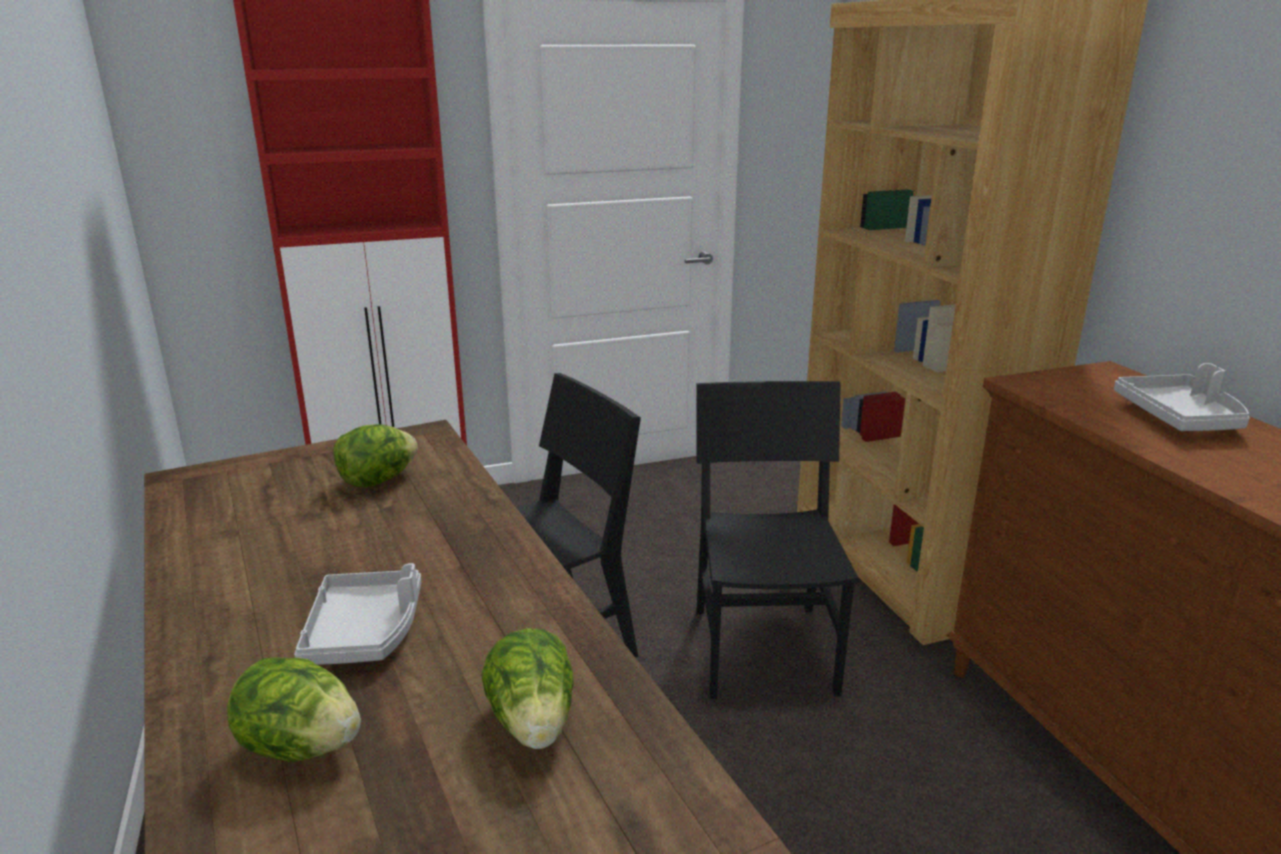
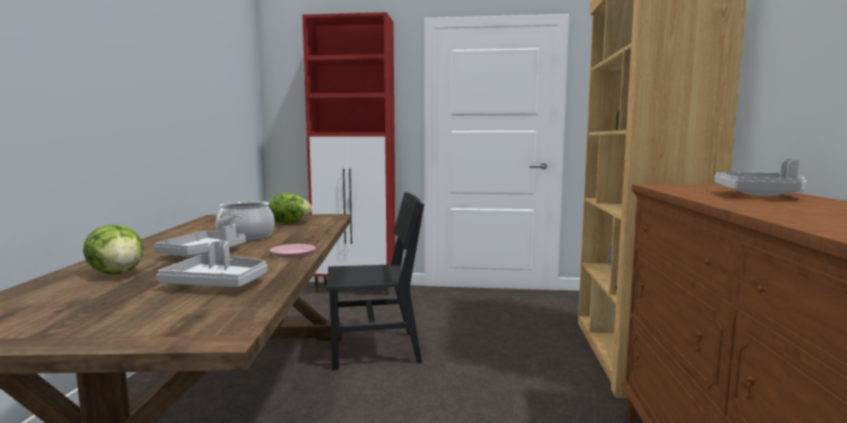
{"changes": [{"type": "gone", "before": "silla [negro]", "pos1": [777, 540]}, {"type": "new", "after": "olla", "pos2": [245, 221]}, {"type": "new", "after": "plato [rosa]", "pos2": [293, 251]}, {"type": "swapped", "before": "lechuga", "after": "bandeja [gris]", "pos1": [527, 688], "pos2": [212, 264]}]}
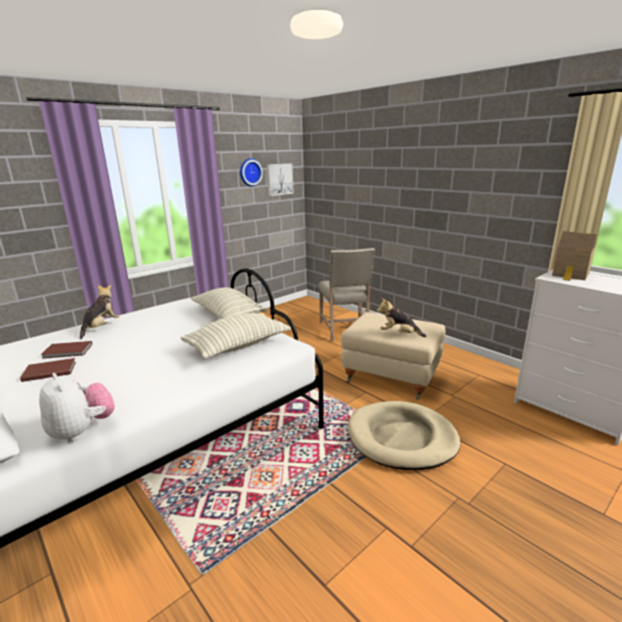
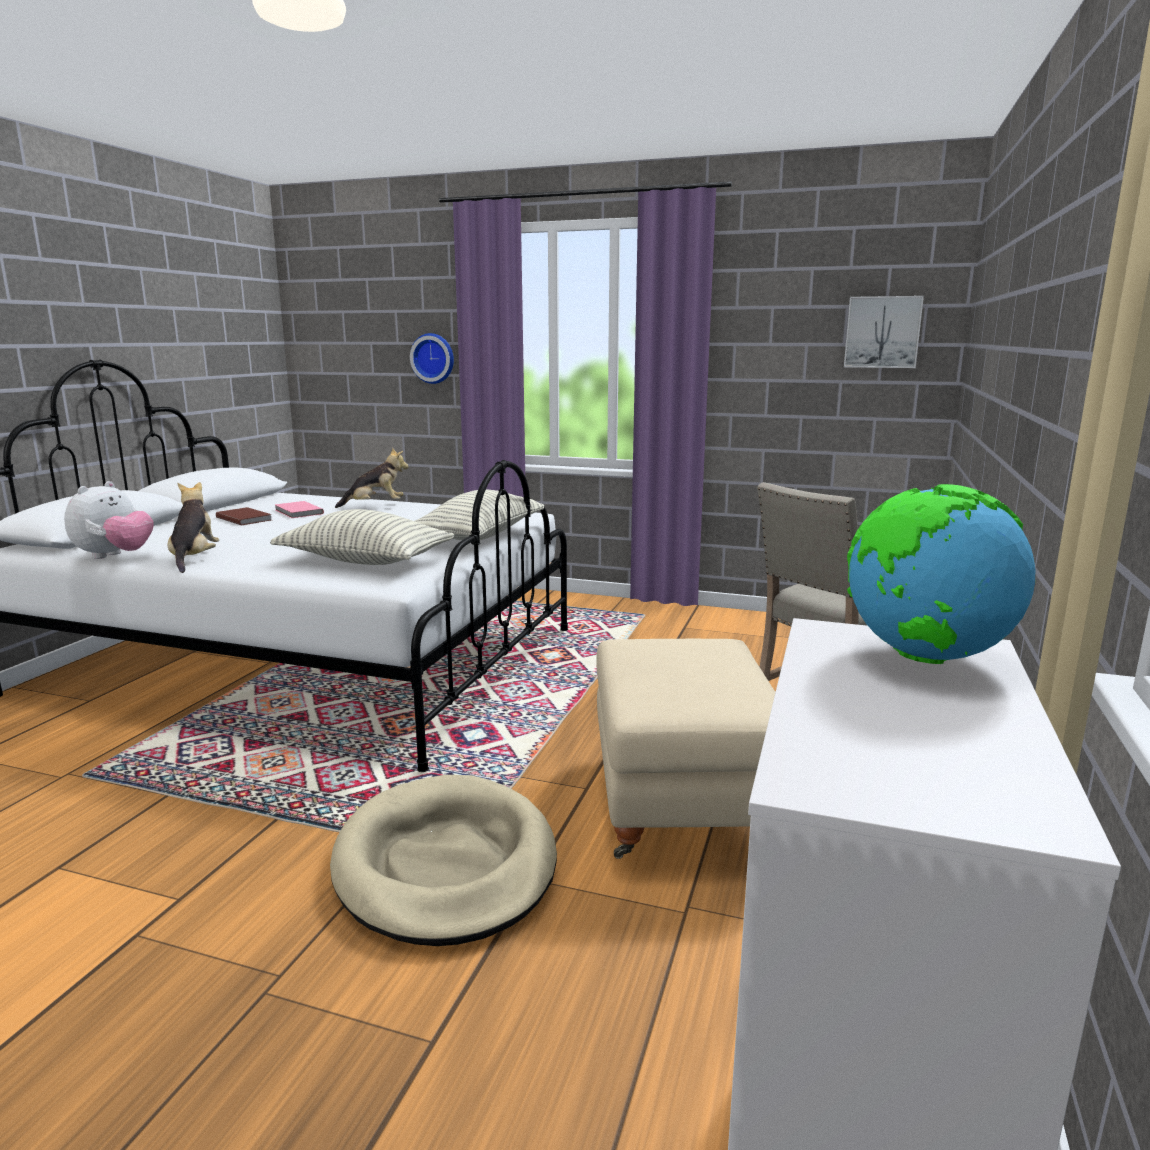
{"changes": [{"type": "shifted", "before": "reloj de pared", "pos1": [251, 172], "pos2": [432, 358]}, {"type": "shifted", "before": "peluche", "pos1": [401, 317], "pos2": [194, 527]}, {"type": "swapped", "before": "casita", "after": "globo terráqueo", "pos1": [574, 256], "pos2": [941, 574]}, {"type": "repainted", "before": "libro [marrón]", "after": "libro [rosa]", "pos1": [66, 350], "pos2": [299, 509]}]}
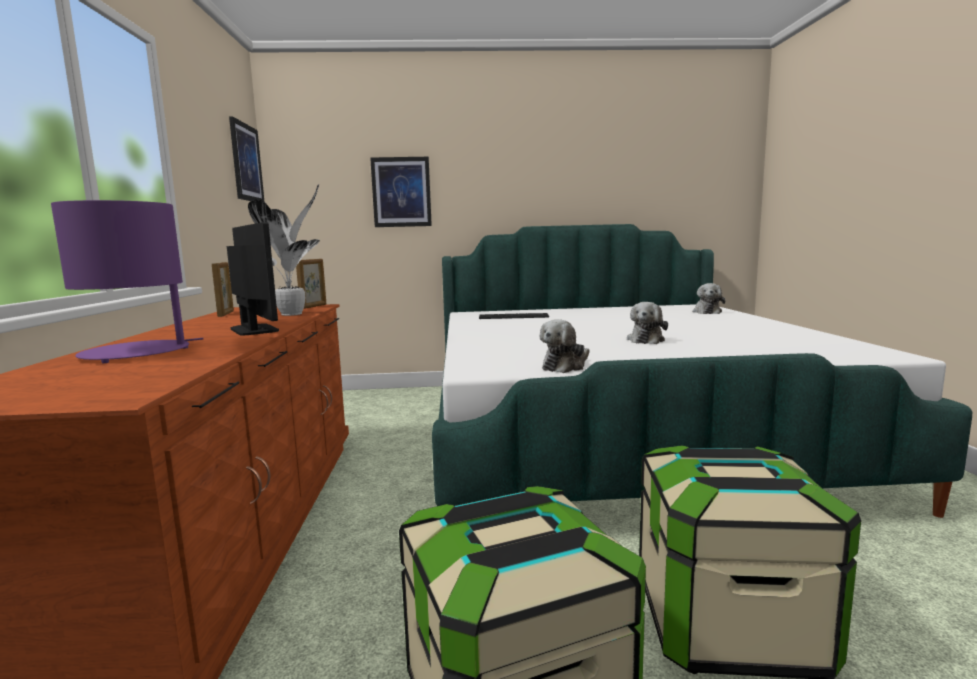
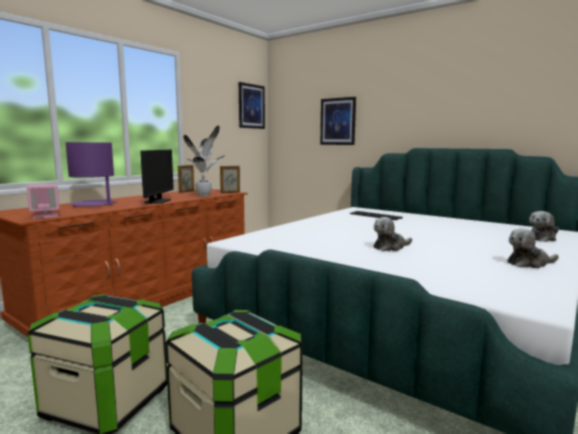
{"changes": [{"type": "new", "after": "altavoz [rosa]", "pos2": [43, 202]}, {"type": "shifted", "before": "peluche", "pos1": [564, 346], "pos2": [533, 248]}]}
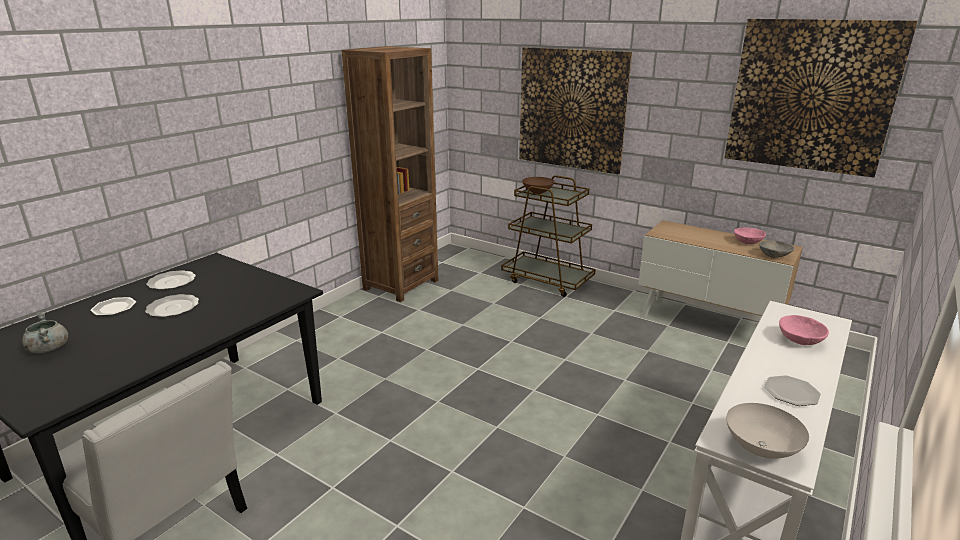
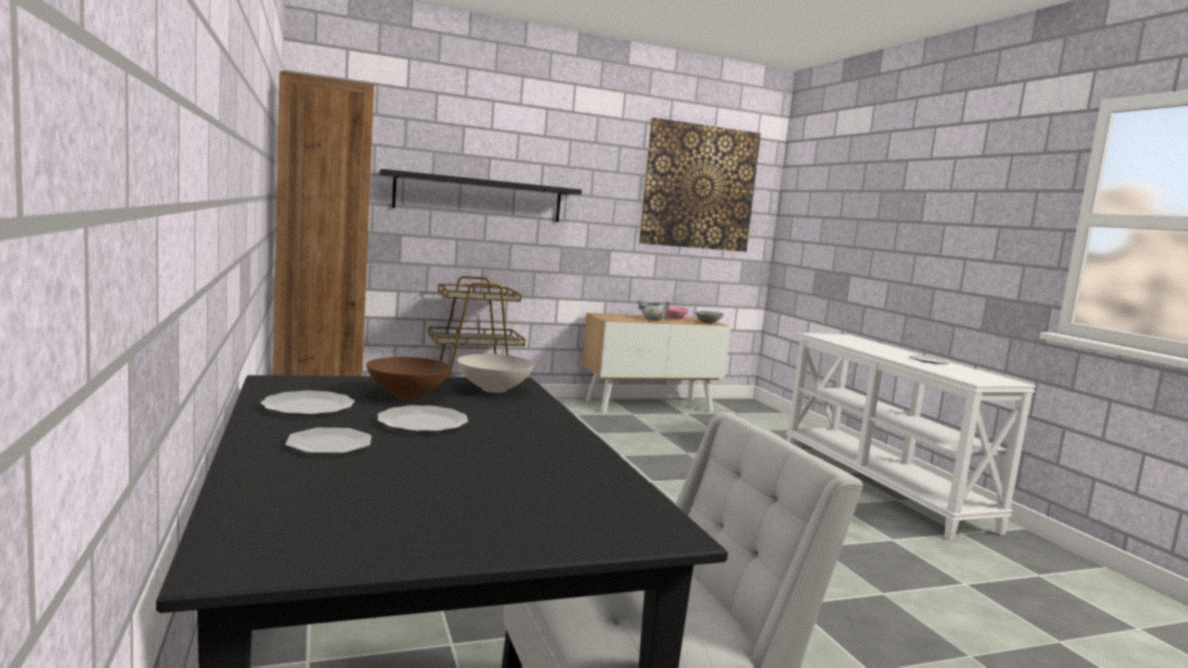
{"changes": [{"type": "gone", "before": "cuenco [rosa]", "pos1": [804, 330]}, {"type": "shifted", "before": "olla [gris]", "pos1": [45, 332], "pos2": [654, 309]}, {"type": "shifted", "before": "cuenco [marrón]", "pos1": [538, 185], "pos2": [408, 378]}, {"type": "shifted", "before": "cuenco [blanco]", "pos1": [767, 430], "pos2": [495, 373]}, {"type": "swapped", "before": "cuadro", "after": "estante [negro]", "pos1": [575, 111], "pos2": [480, 195]}]}
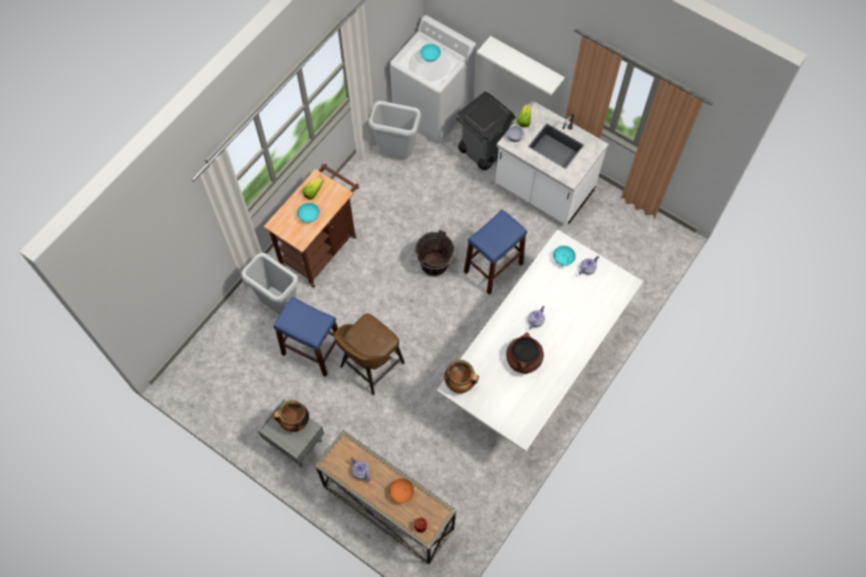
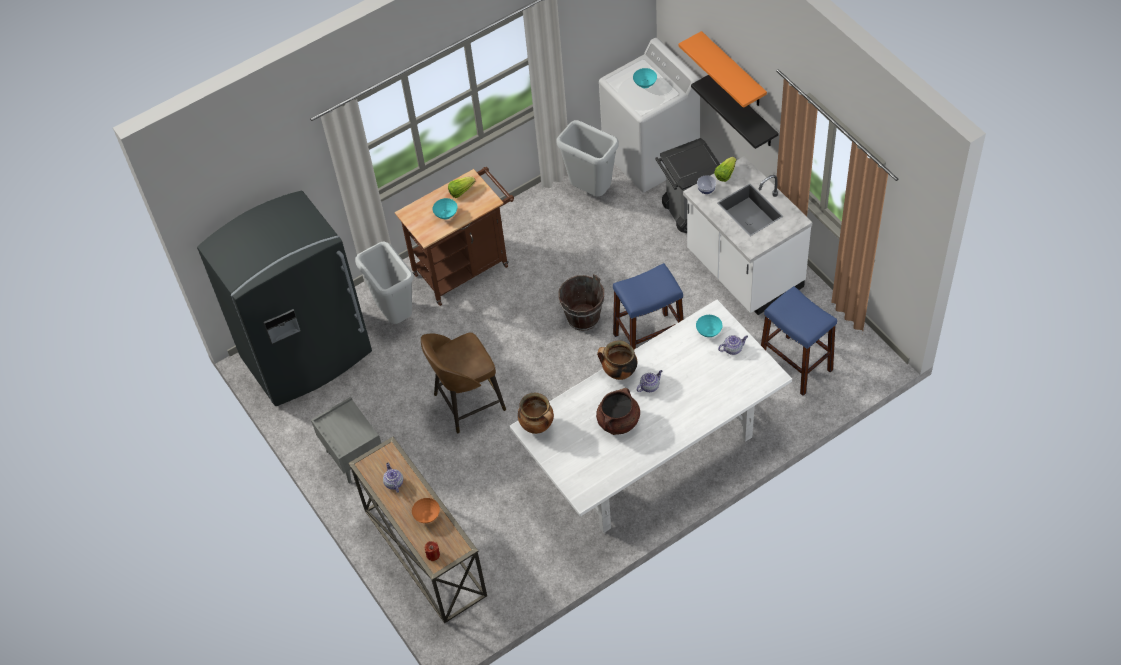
{"changes": [{"type": "new", "after": "nevera [gris]", "pos2": [284, 298]}, {"type": "new", "after": "estante [naranja]", "pos2": [722, 69]}, {"type": "shifted", "before": "taburete [azul]", "pos1": [306, 336], "pos2": [799, 341]}, {"type": "shifted", "before": "olla", "pos1": [291, 416], "pos2": [617, 360]}, {"type": "repainted", "before": "estante [blanco]", "after": "estante [negro]", "pos1": [521, 65], "pos2": [734, 112]}]}
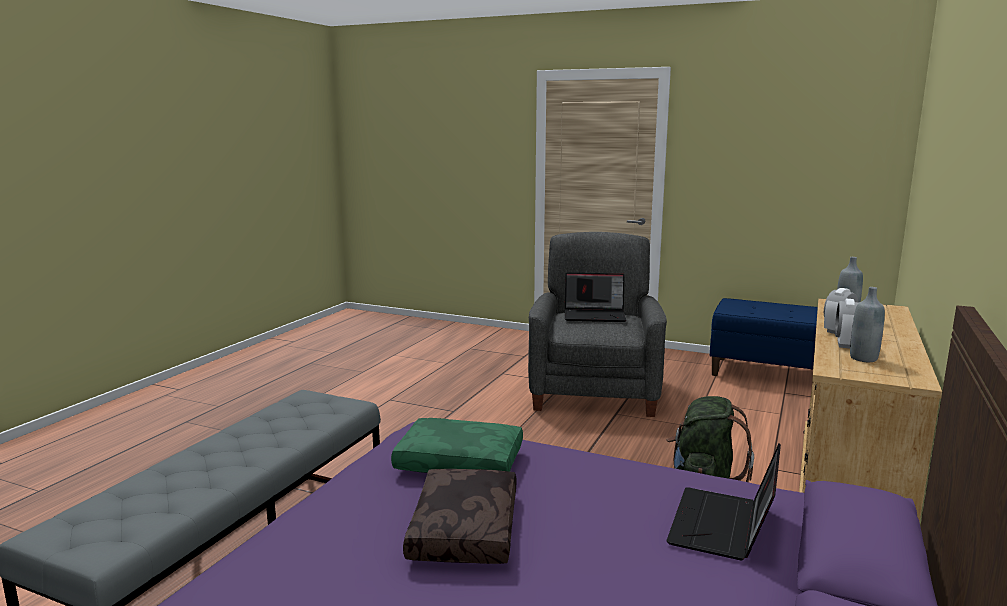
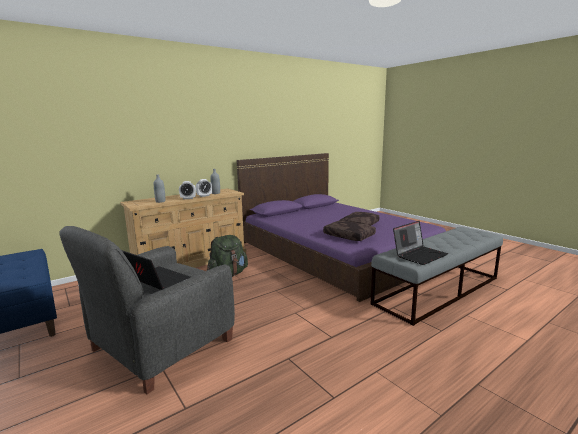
{"changes": [{"type": "shifted", "before": "portátil", "pos1": [723, 502], "pos2": [420, 243]}, {"type": "repainted", "before": "cojín [verde]", "after": "cojín [marrón]", "pos1": [457, 445], "pos2": [349, 230]}]}
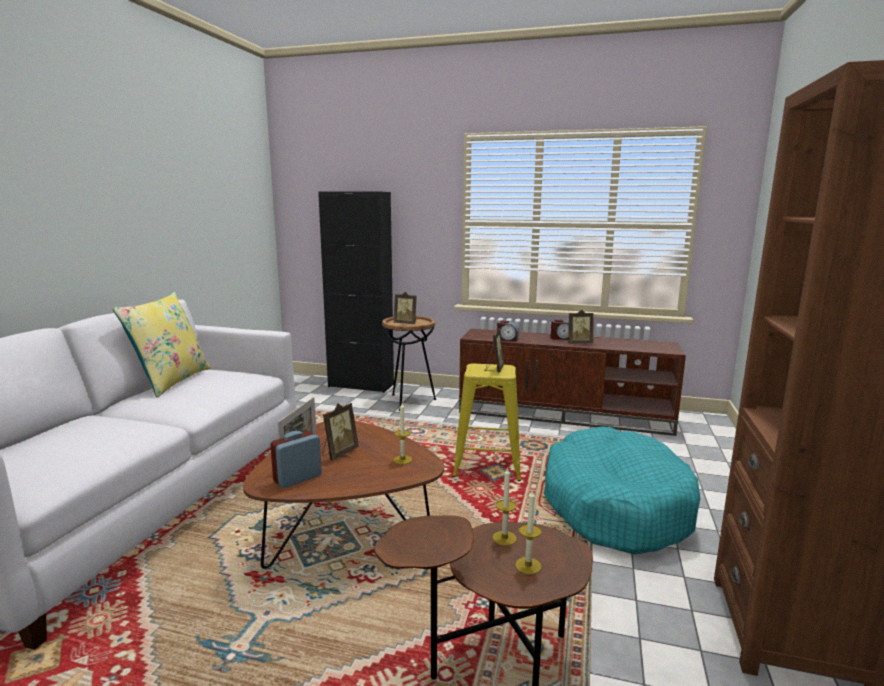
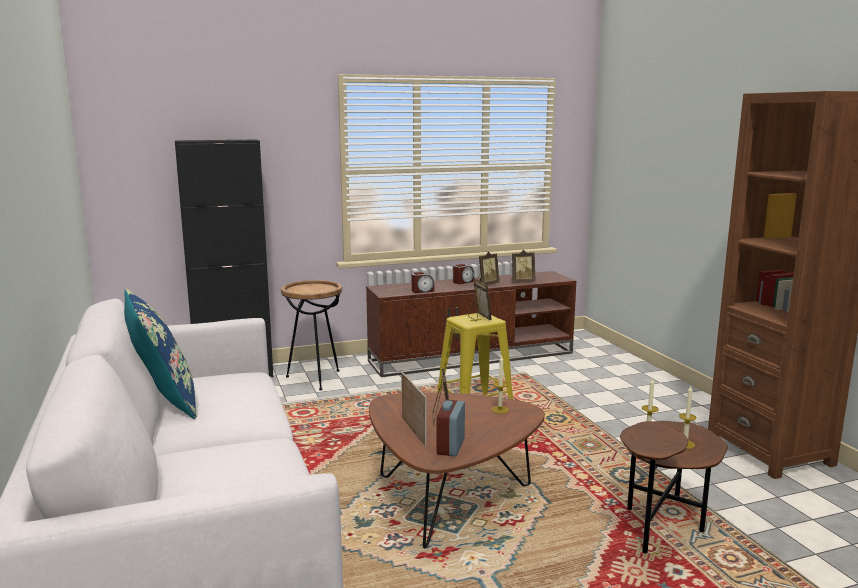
{"changes": [{"type": "gone", "before": "cama para perro [turquesa]", "pos1": [621, 490]}, {"type": "shifted", "before": "portarretratos", "pos1": [404, 308], "pos2": [523, 266]}, {"type": "repainted", "before": "cojín [amarillo]", "after": "cojín [azul]", "pos1": [162, 344], "pos2": [160, 354]}]}
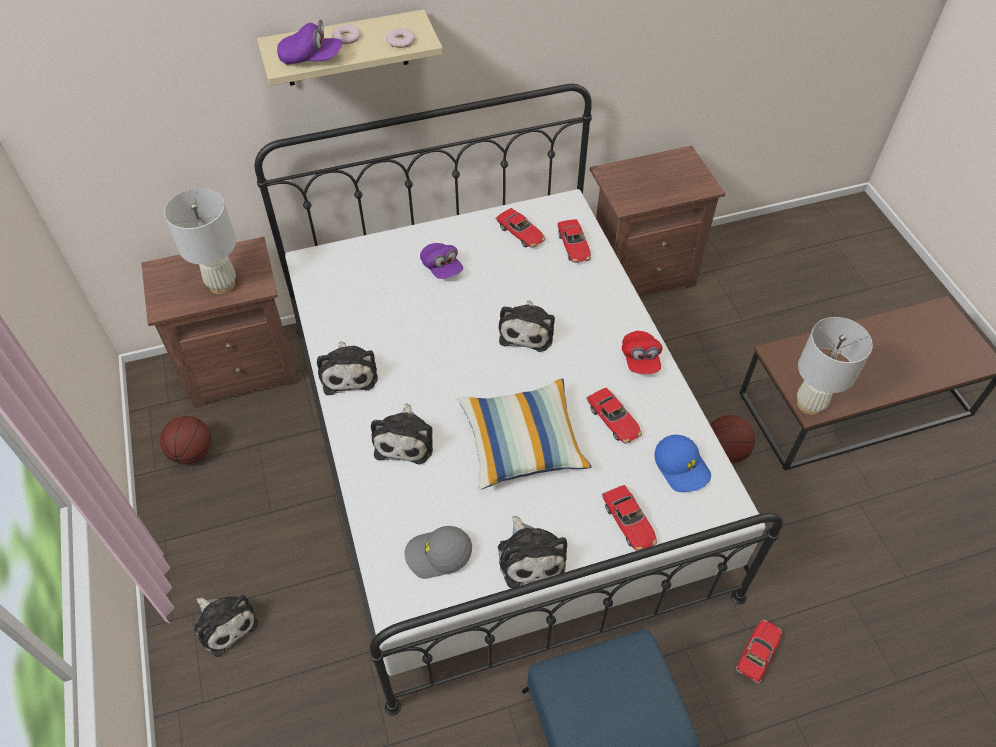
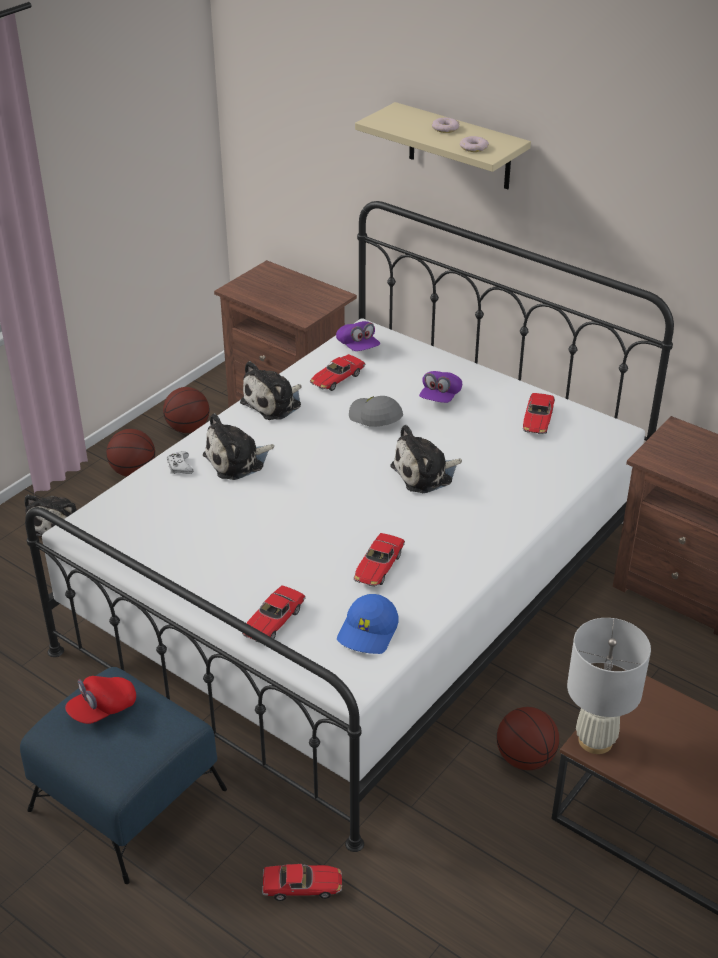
{"changes": [{"type": "gone", "before": "lámpara de mesa [blanco]", "pos1": [200, 241]}, {"type": "gone", "before": "cojín", "pos1": [525, 434]}, {"type": "gone", "before": "peluche", "pos1": [532, 552]}, {"type": "new", "after": "balón de baloncesto", "pos2": [130, 452]}, {"type": "new", "after": "mando de consola [blanco]", "pos2": [180, 462]}, {"type": "shifted", "before": "gorra [morado]", "pos1": [309, 42], "pos2": [358, 336]}, {"type": "shifted", "before": "gorra [gris]", "pos1": [438, 552], "pos2": [376, 411]}, {"type": "shifted", "before": "coche de juguete", "pos1": [574, 241], "pos2": [337, 372]}, {"type": "shifted", "before": "gorra [rojo]", "pos1": [642, 352], "pos2": [100, 700]}]}
